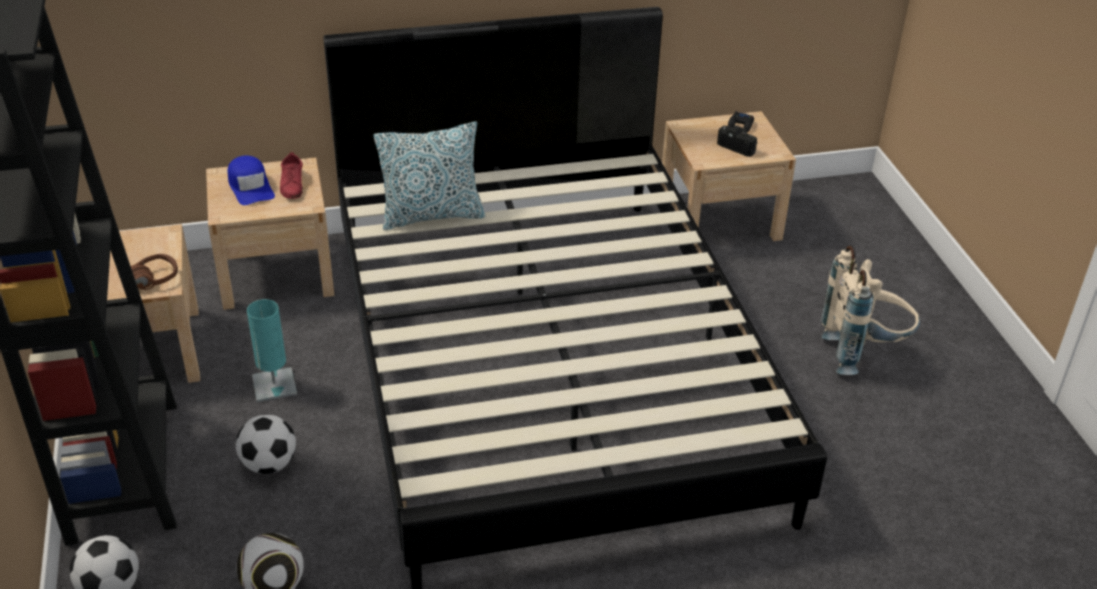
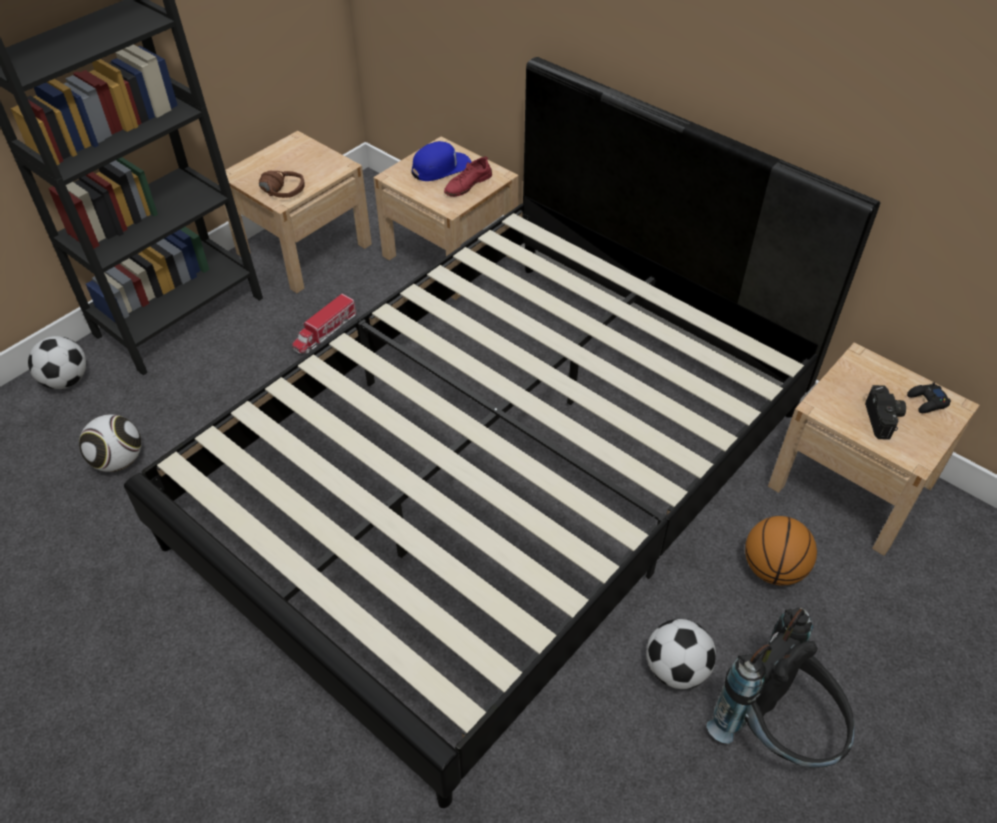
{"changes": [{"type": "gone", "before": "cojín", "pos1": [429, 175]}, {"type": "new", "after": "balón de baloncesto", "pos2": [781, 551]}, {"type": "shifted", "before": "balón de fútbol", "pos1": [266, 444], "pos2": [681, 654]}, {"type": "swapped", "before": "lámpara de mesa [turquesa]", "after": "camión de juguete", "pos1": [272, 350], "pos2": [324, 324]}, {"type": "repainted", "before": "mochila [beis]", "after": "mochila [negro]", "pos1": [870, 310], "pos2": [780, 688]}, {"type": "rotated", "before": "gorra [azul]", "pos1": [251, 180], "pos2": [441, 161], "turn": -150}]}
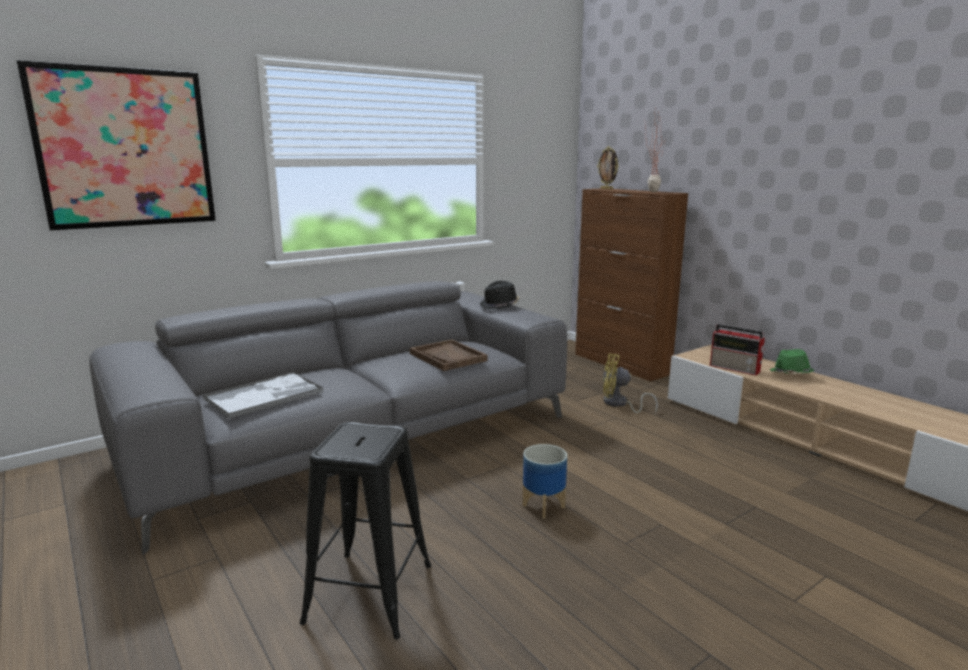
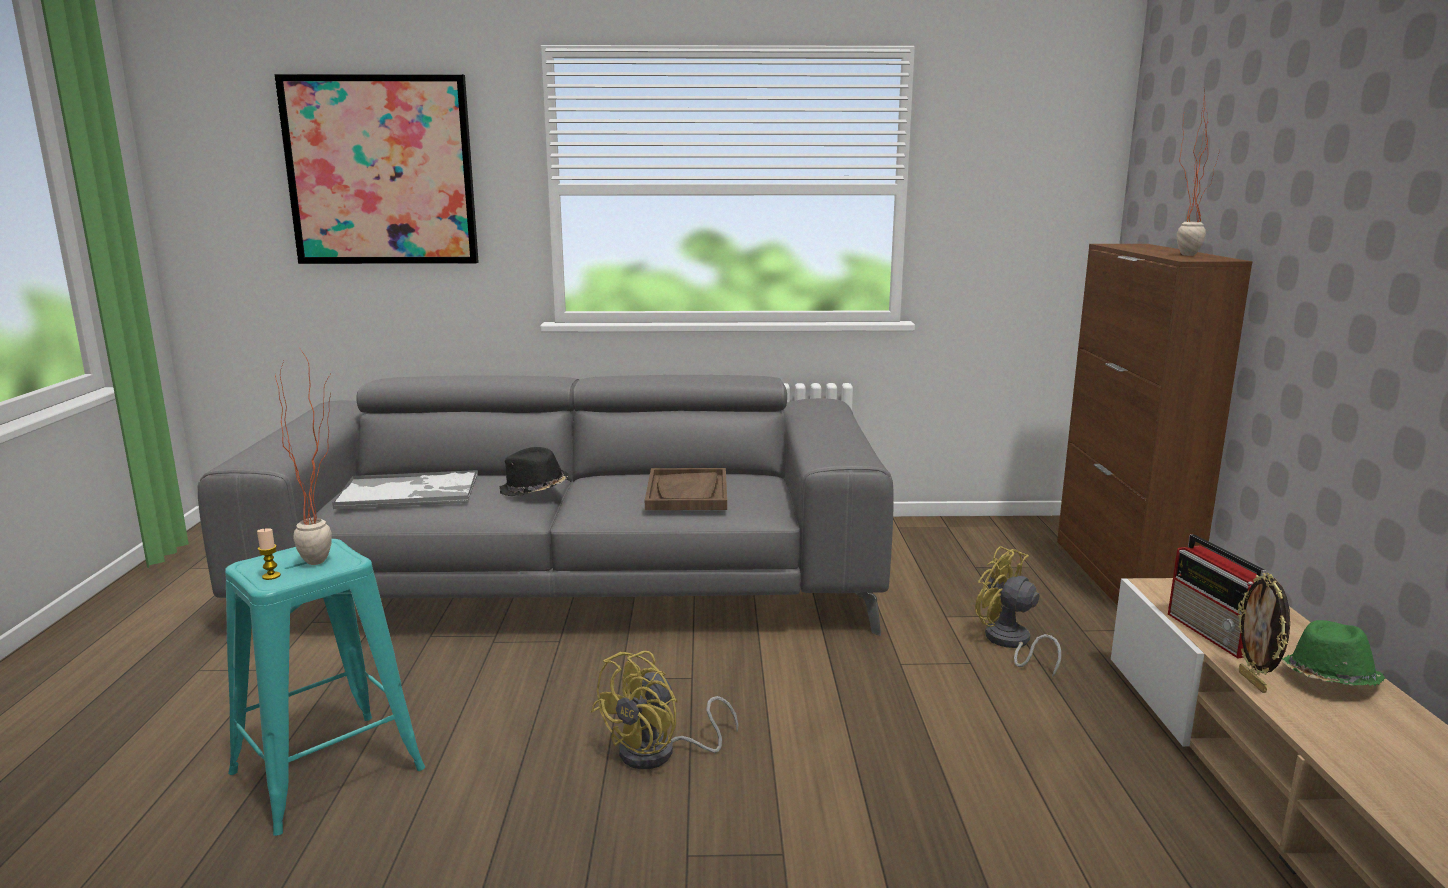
{"changes": [{"type": "new", "after": "vela", "pos2": [269, 554]}, {"type": "new", "after": "planta en maceta", "pos2": [303, 456]}, {"type": "shifted", "before": "sombrero [negro]", "pos1": [499, 295], "pos2": [534, 471]}, {"type": "shifted", "before": "portarretratos", "pos1": [608, 168], "pos2": [1264, 633]}, {"type": "swapped", "before": "maceta", "after": "ventilador [amarillo]", "pos1": [545, 481], "pos2": [665, 710]}, {"type": "repainted", "before": "taburete [negro]", "after": "taburete [turquesa]", "pos1": [365, 531], "pos2": [325, 687]}]}
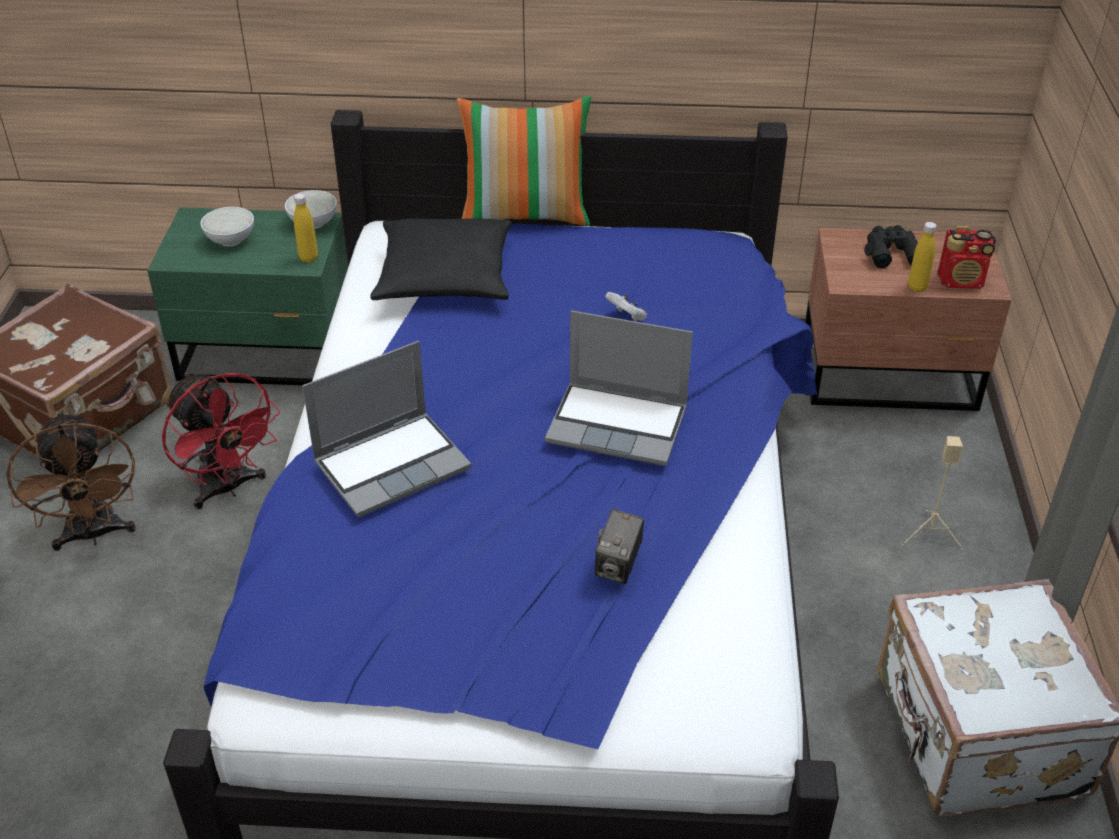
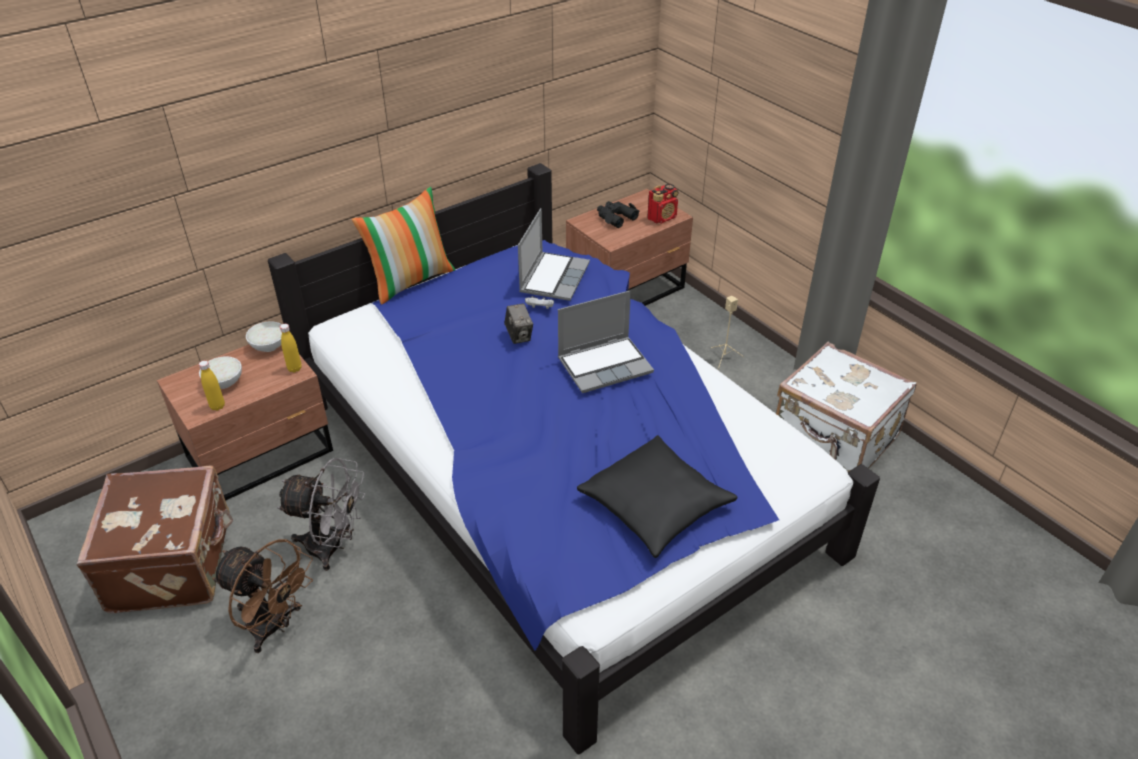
{"changes": [{"type": "shifted", "before": "portátil", "pos1": [386, 429], "pos2": [554, 254]}, {"type": "shifted", "before": "cojín [negro]", "pos1": [440, 259], "pos2": [657, 496]}, {"type": "shifted", "before": "cámara", "pos1": [619, 546], "pos2": [518, 323]}, {"type": "shifted", "before": "botella [amarillo]", "pos1": [922, 257], "pos2": [212, 386]}, {"type": "repainted", "before": "mesita de noche [verde]", "after": "mesita de noche [marrón]", "pos1": [247, 296], "pos2": [245, 422]}, {"type": "repainted", "before": "ventilador [rojo]", "after": "ventilador [gris]", "pos1": [221, 441], "pos2": [321, 514]}]}
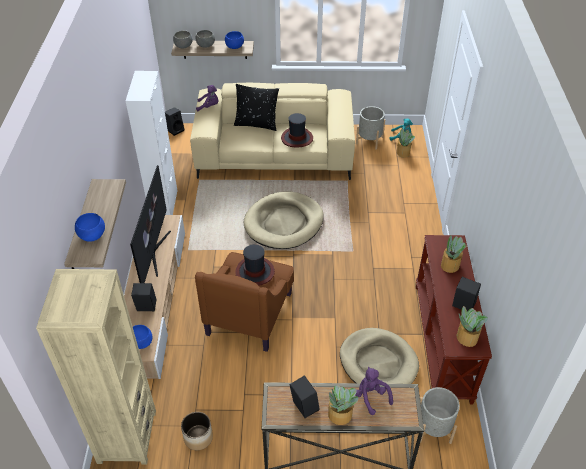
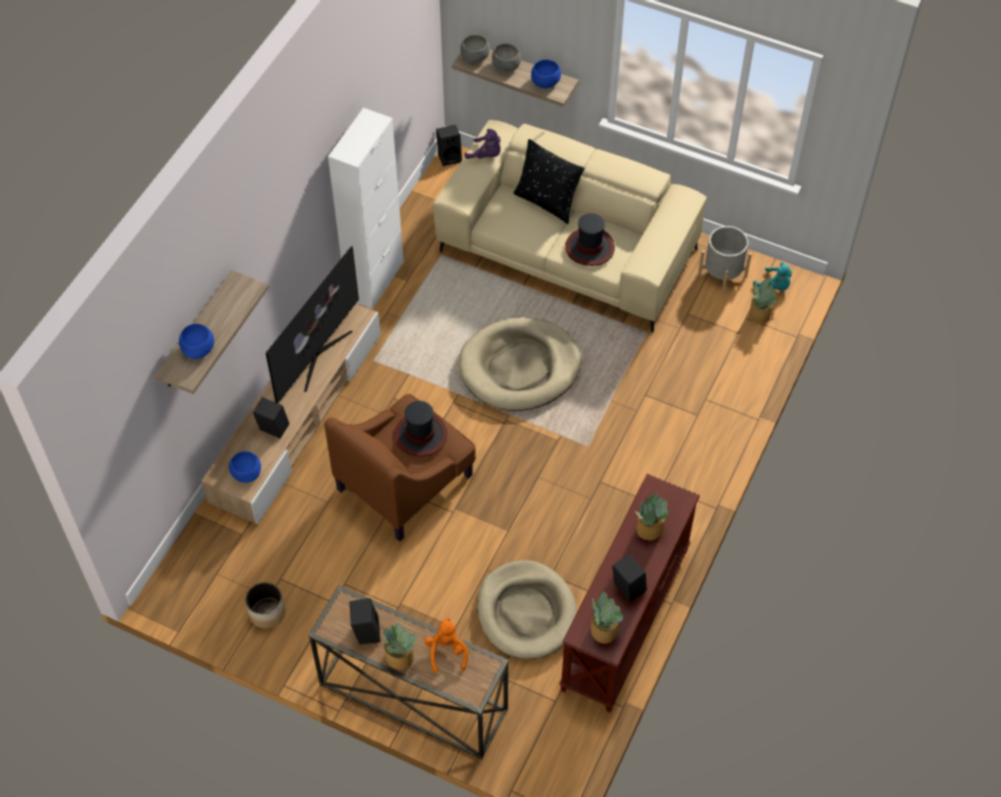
{"changes": [{"type": "gone", "before": "estantería [beis]", "pos1": [96, 367]}, {"type": "gone", "before": "maceta [gris]", "pos1": [440, 415]}, {"type": "repainted", "before": "peluche [morado]", "after": "peluche [naranja]", "pos1": [374, 391], "pos2": [446, 645]}]}
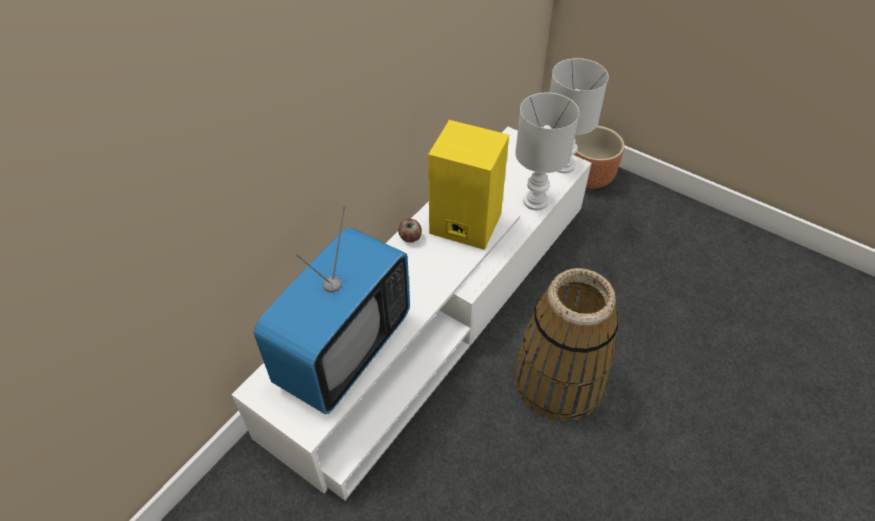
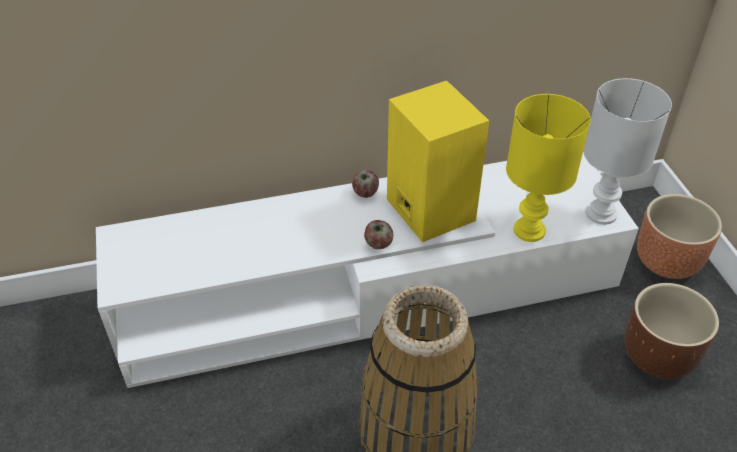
{"changes": [{"type": "gone", "before": "televisor", "pos1": [332, 310]}, {"type": "new", "after": "manzana", "pos2": [378, 234]}, {"type": "new", "after": "maceta [marrón]", "pos2": [672, 331]}, {"type": "repainted", "before": "lámpara de mesa [blanco]", "after": "lámpara de mesa [amarillo]", "pos1": [547, 151], "pos2": [548, 168]}]}
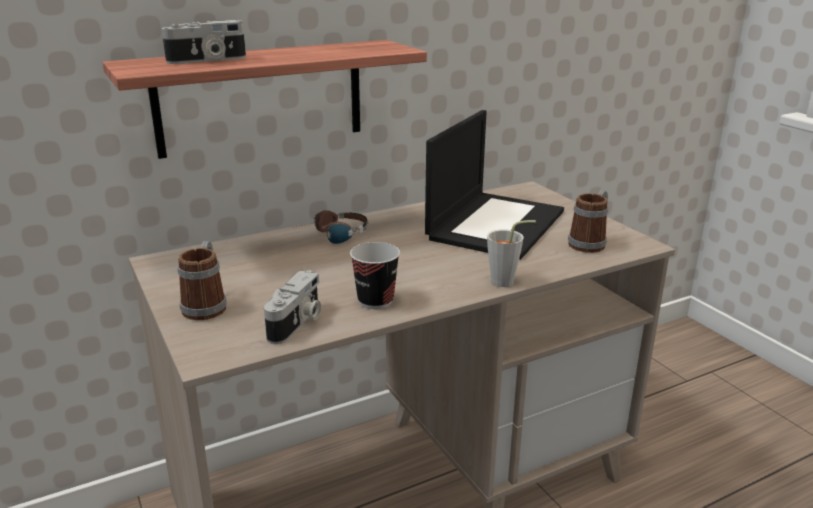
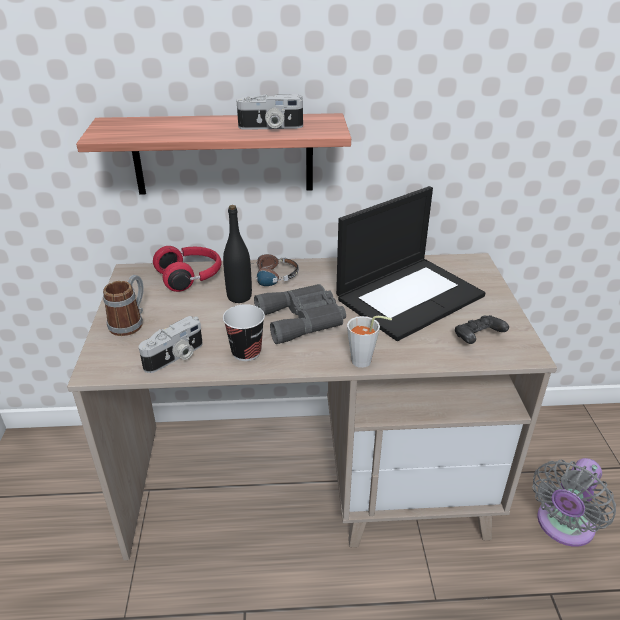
{"changes": [{"type": "new", "after": "auriculares [rojo]", "pos2": [187, 269]}, {"type": "new", "after": "botella [negro]", "pos2": [237, 254]}, {"type": "new", "after": "prismáticos [gris]", "pos2": [300, 314]}, {"type": "new", "after": "ventilador [gris]", "pos2": [574, 502]}, {"type": "shifted", "before": "cámara", "pos1": [204, 42], "pos2": [270, 112]}, {"type": "swapped", "before": "taza grande", "after": "mando de consola [negro]", "pos1": [588, 221], "pos2": [482, 329]}]}
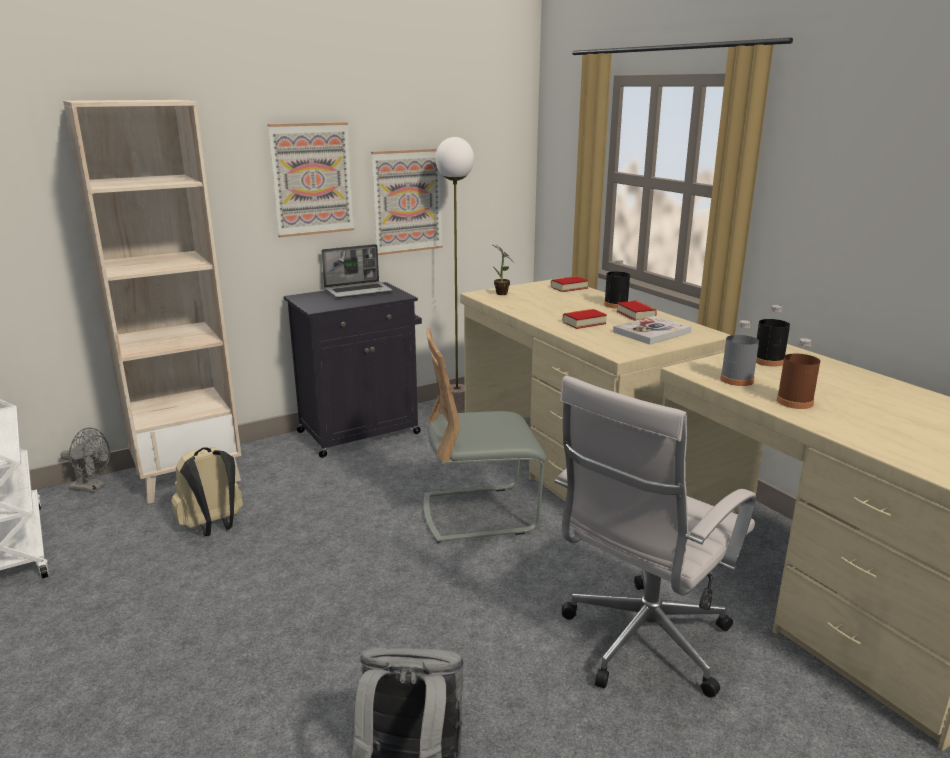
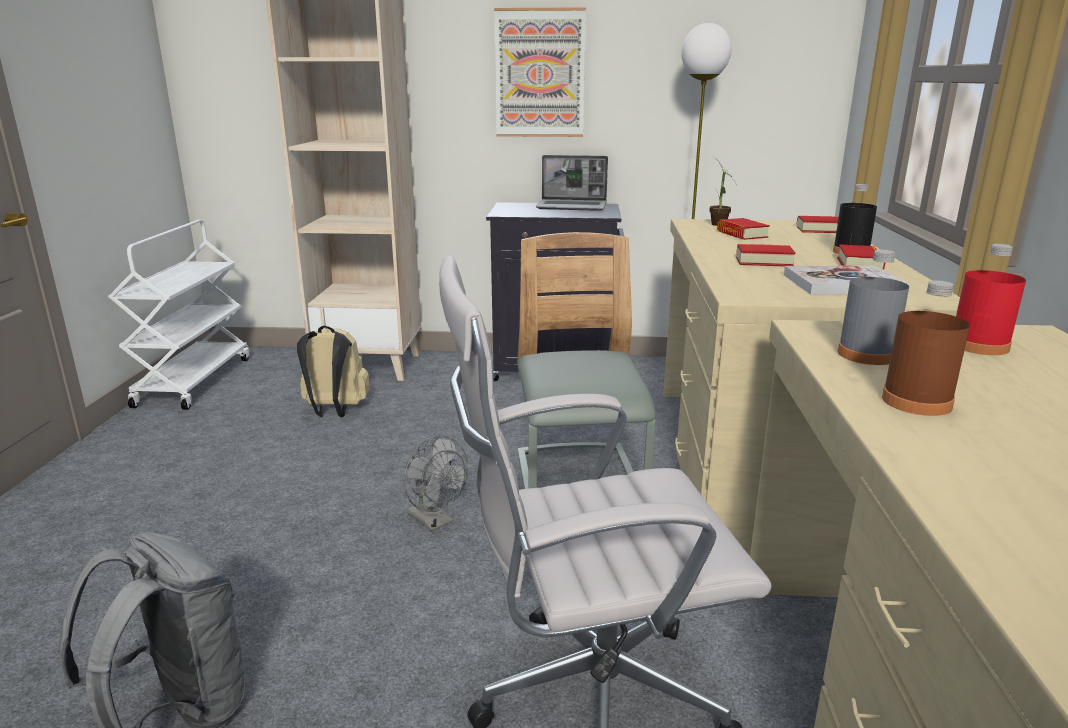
{"changes": [{"type": "gone", "before": "cuadro", "pos1": [407, 202]}, {"type": "new", "after": "libro", "pos2": [743, 229]}, {"type": "shifted", "before": "ventilador [gris]", "pos1": [85, 460], "pos2": [435, 484]}, {"type": "repainted", "before": "botella [negro]", "after": "botella [rojo]", "pos1": [773, 336], "pos2": [991, 299]}, {"type": "rotated", "before": "silla [gris]", "pos1": [485, 435], "pos2": [586, 360], "turn": 60}]}
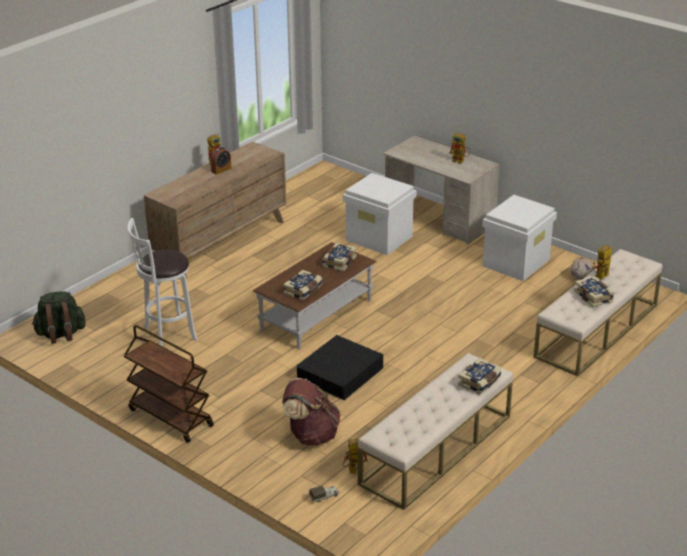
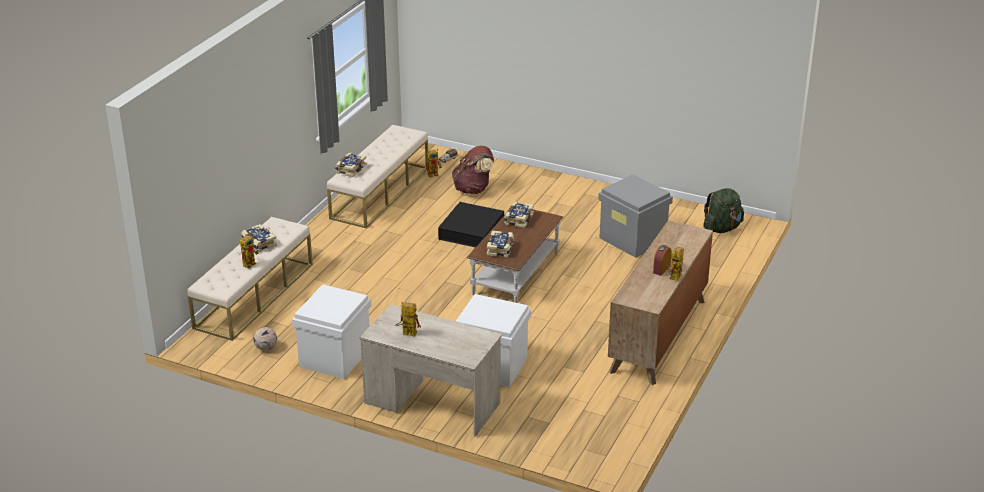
{"changes": [{"type": "gone", "before": "carrito [marrón]", "pos1": [169, 384]}, {"type": "swapped", "before": "taburete [blanco]", "after": "caja de almacenaje [gris]", "pos1": [163, 282], "pos2": [635, 216]}]}
